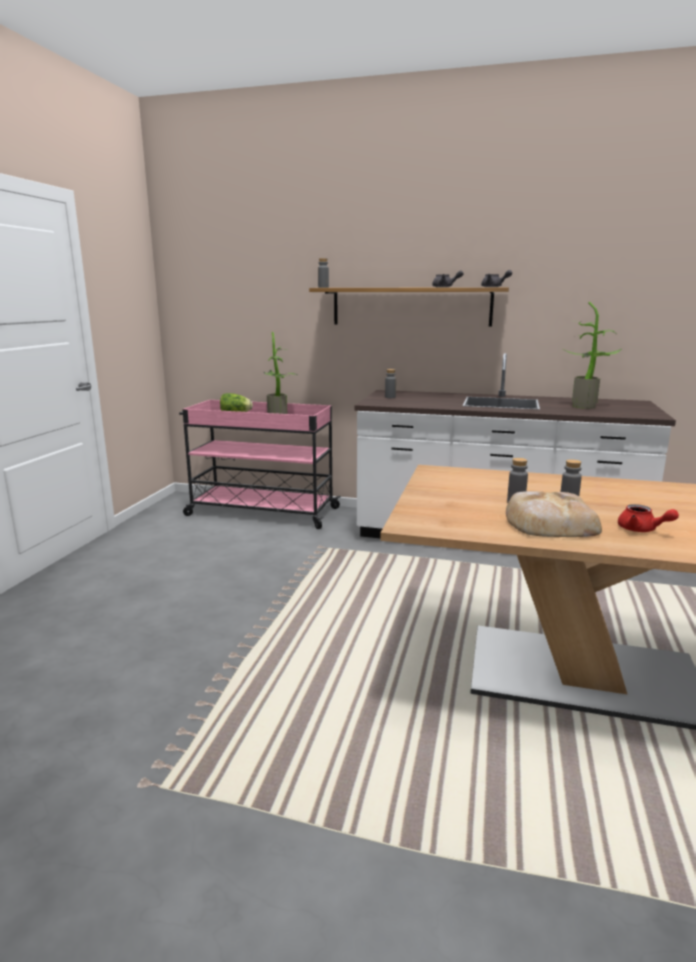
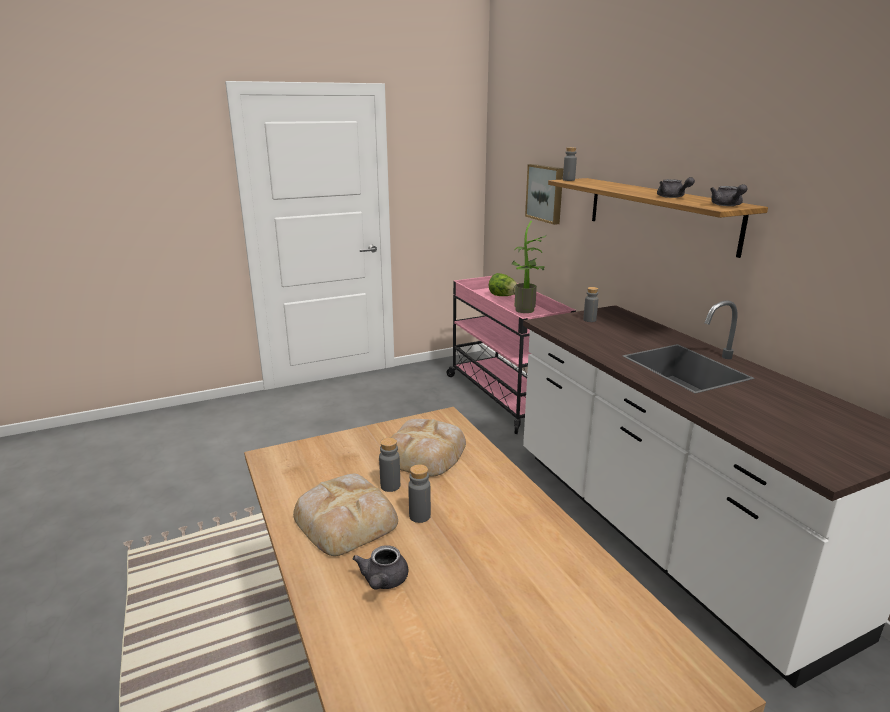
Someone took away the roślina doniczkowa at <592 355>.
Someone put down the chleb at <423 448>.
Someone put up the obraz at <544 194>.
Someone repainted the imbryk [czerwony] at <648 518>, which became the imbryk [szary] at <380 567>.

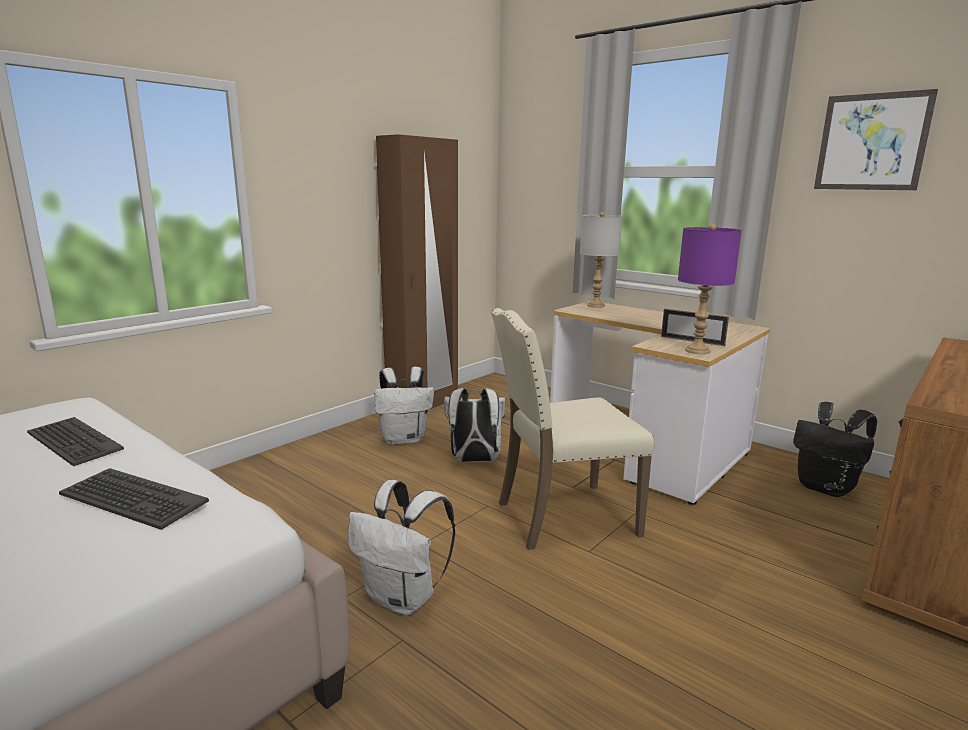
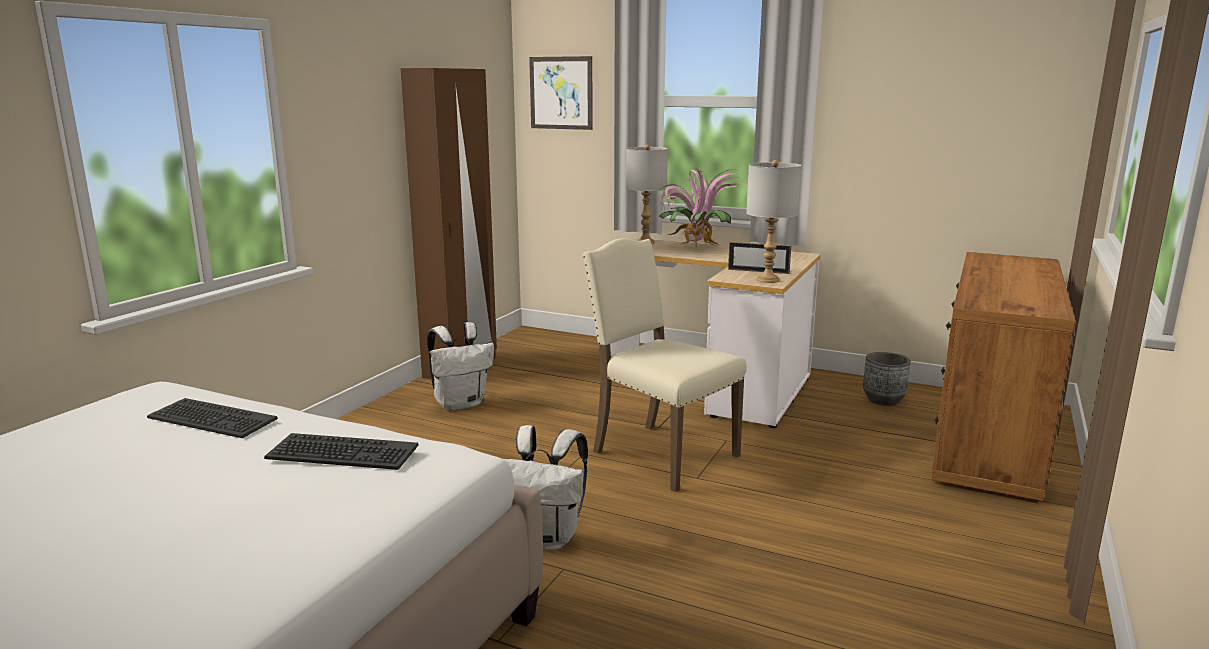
Someone took away the plecak [biały] at <475 425>.
Someone put down the roślina doniczkowa at <698 208>.
Someone carried the obraz from <876 139> to <561 93>.
Someone swapped the plecak [czarny] at <835 449> for the donica [szary] at <887 379>.
Someone repainted the lampa stołowa [fioletowy] at <710 289>, which became the lampa stołowa [szary] at <774 221>.
Someone rotated the krzesło [beżowy] at <573 429> by 75 degrees clockwise.

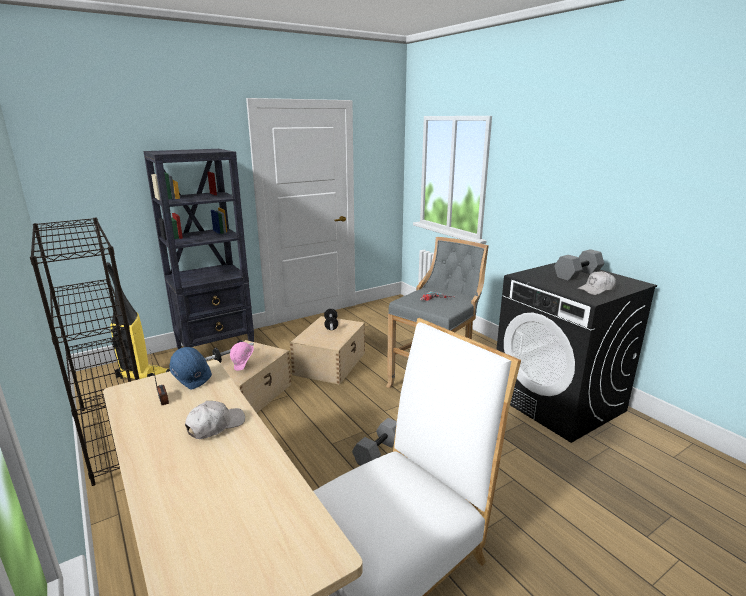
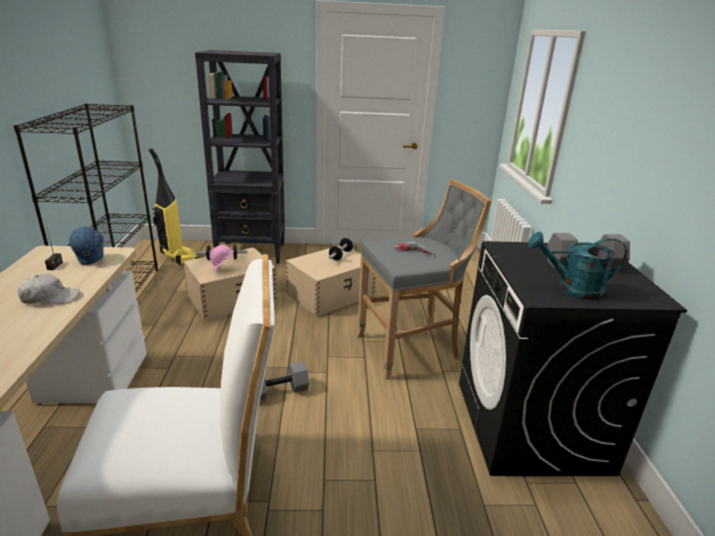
Someone swapped the czapka z daszkiem [biały] at <596 283> for the konewka [turkusowy] at <577 266>.

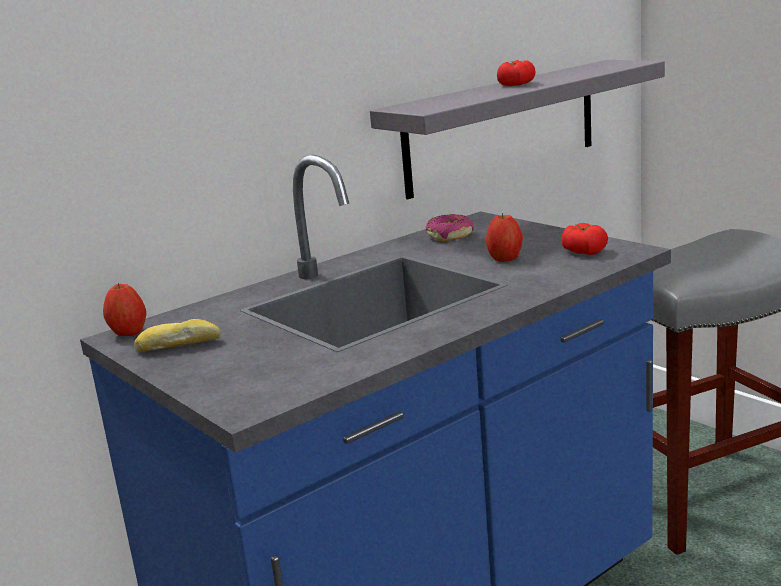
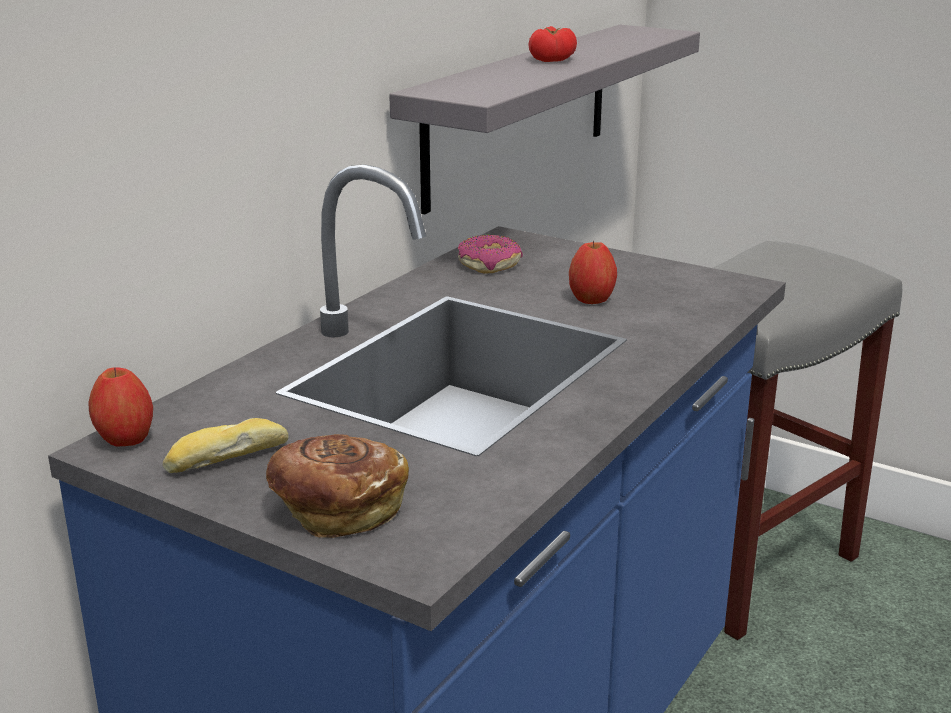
Someone took away the pomidor at <584 239>.
Someone put down the chleb at <337 486>.

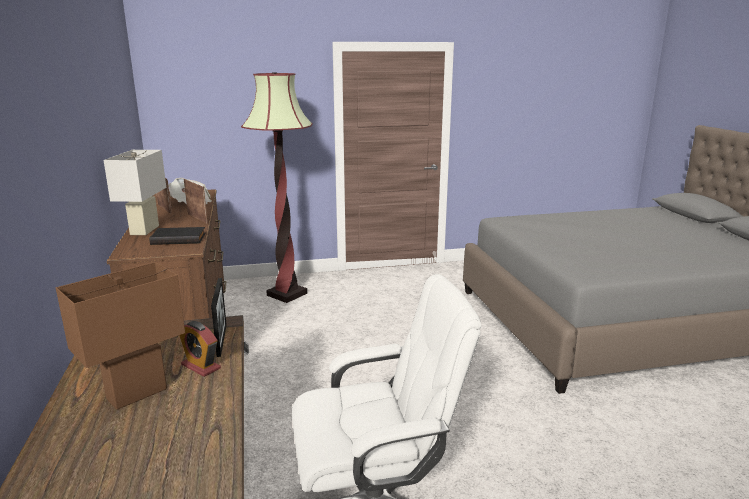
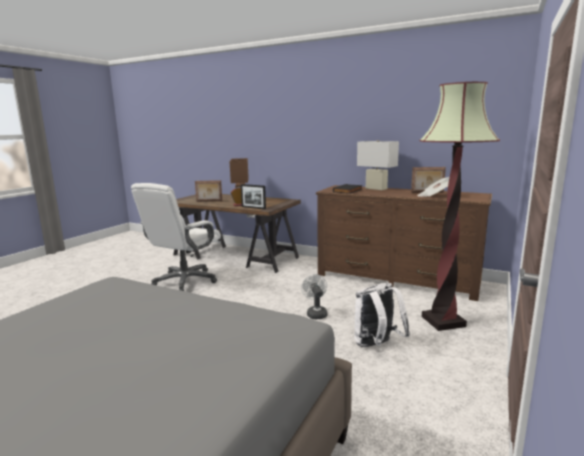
Someone put down the wentylator [biały] at <314 296>.
Someone put down the plecak [biały] at <382 315>.
Someone carried the ramka na zdjęcie from <196 201> to <208 191>.

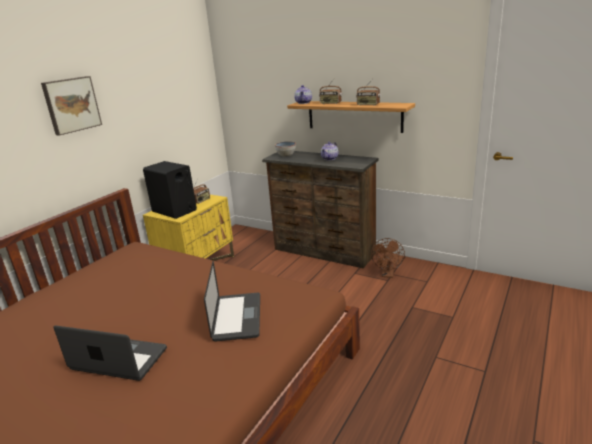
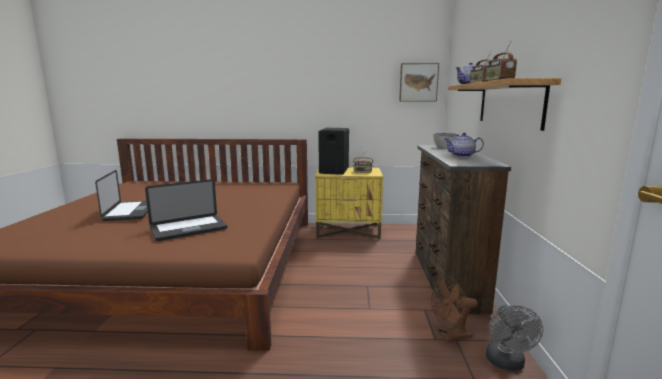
Someone put down the wentylator [szary] at <514 338>.
Someone carried the obraz from <71 106> to <419 82>.

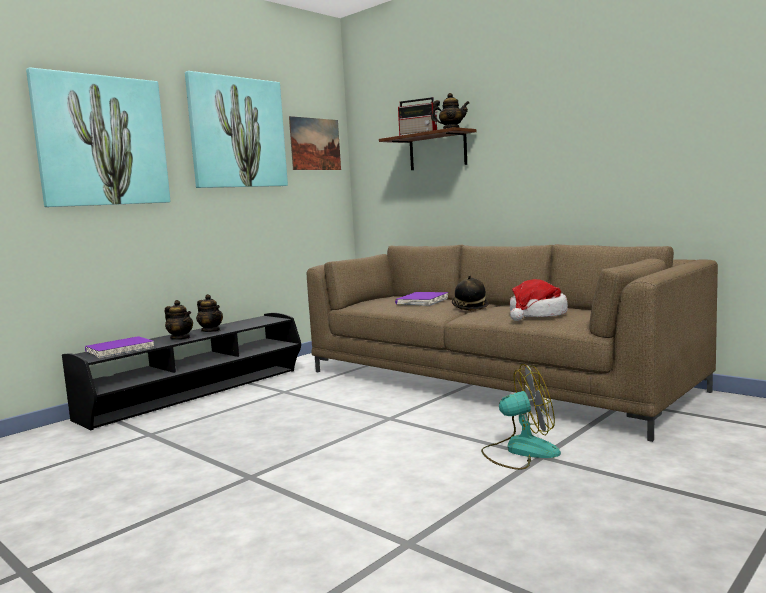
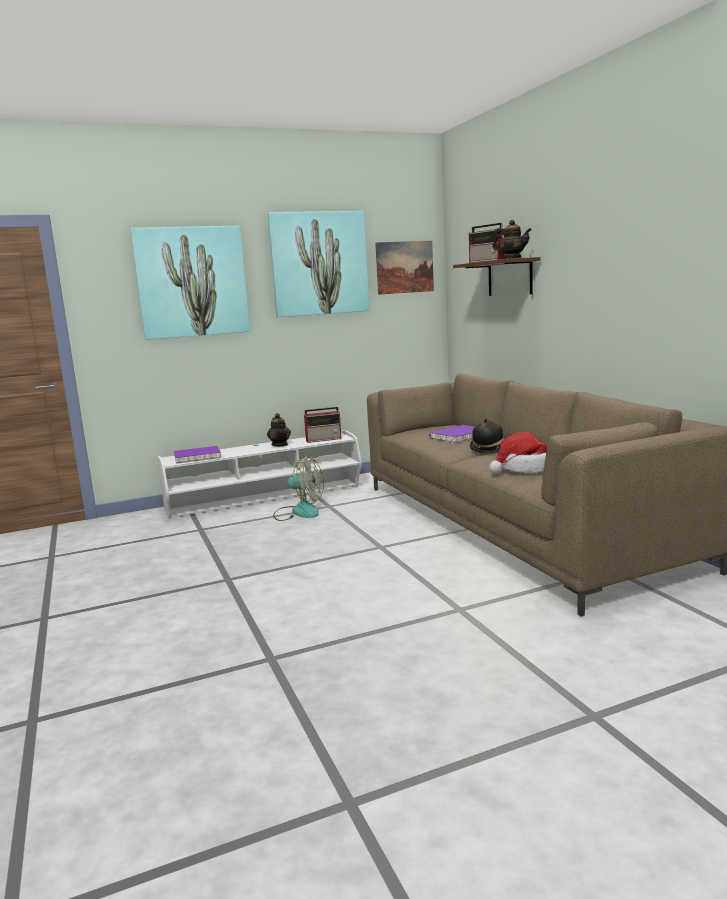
Someone took away the imbryk at <179 320>.
Someone put down the radio at <322 425>.
Someone carried the wentylator from <521 417> to <298 488>.
Someone repainted the szafka pod telewizor [czarny] at <181 371>, which became the szafka pod telewizor [biały] at <259 474>.

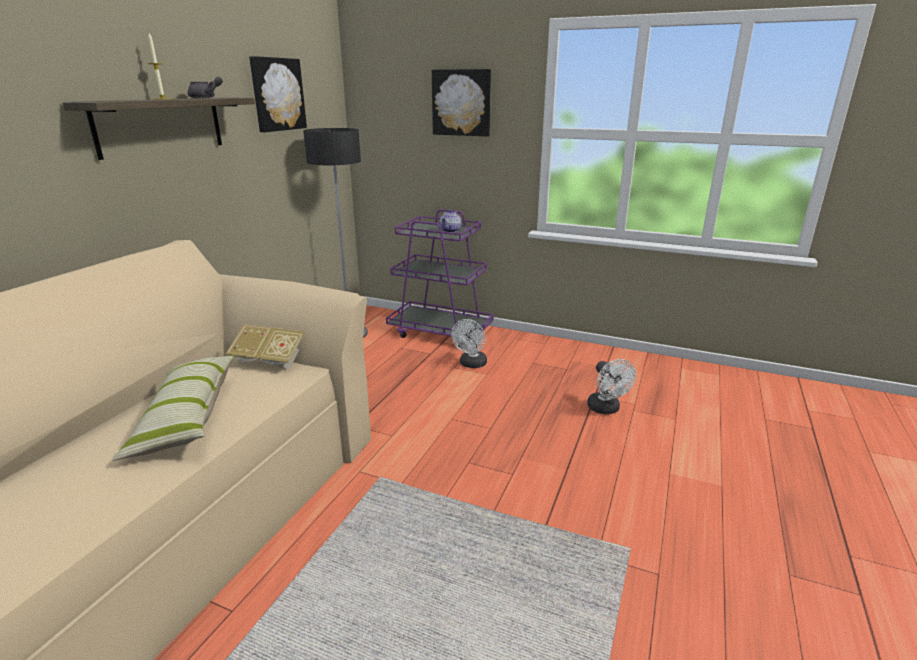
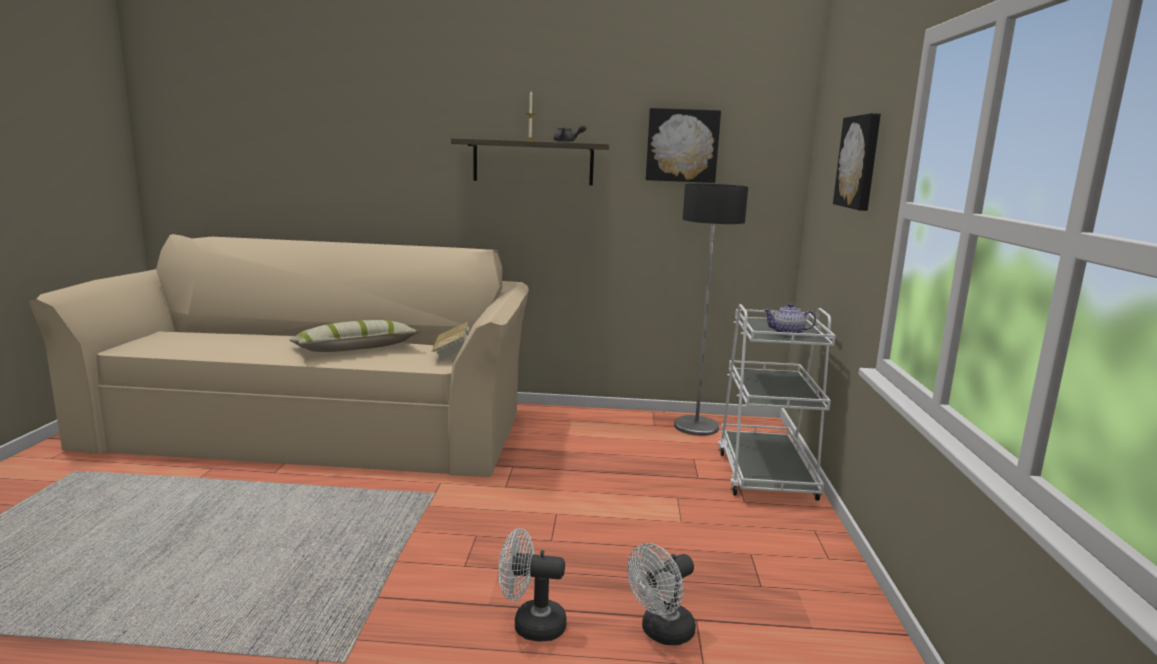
Someone carried the wentylator [biały] from <469 343> to <532 585>.
Someone repainted the wózek [fioletowy] at <440 279>, which became the wózek [biały] at <777 402>.

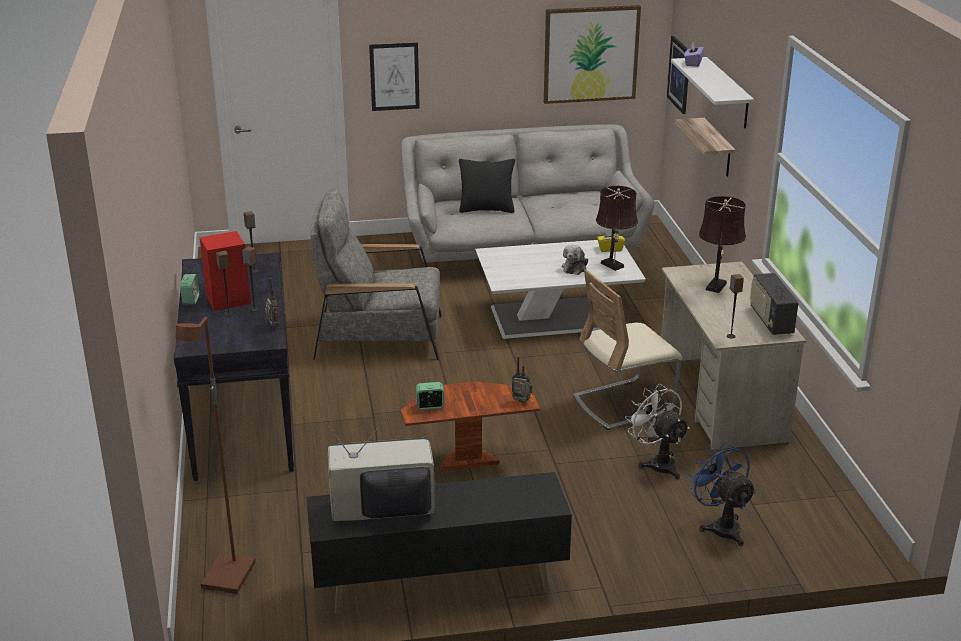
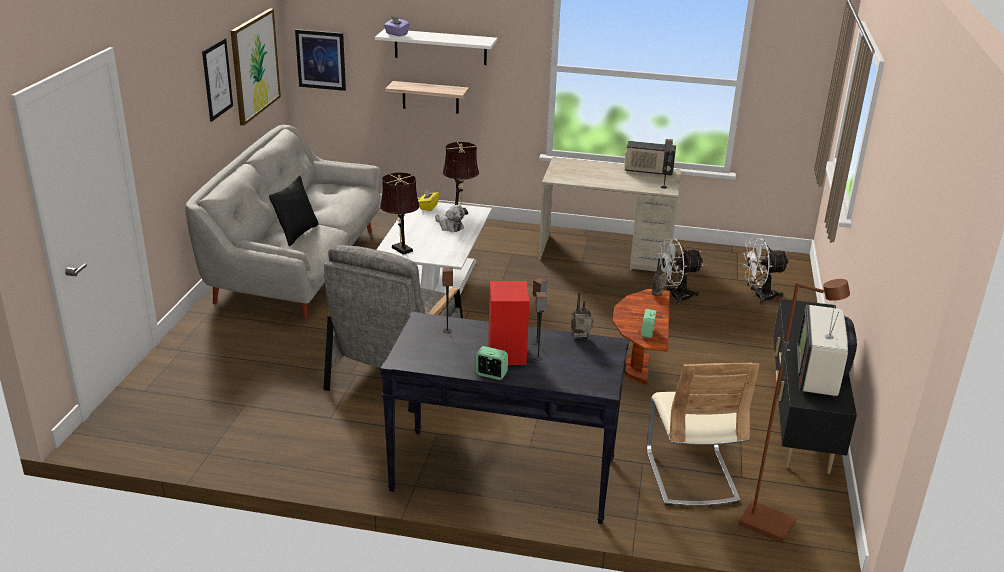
Someone carried the obraz from <394 76> to <217 80>.
Someone carried the krzesło [beżowy] from <627 349> to <703 434>.
Someone carried the lampa stołowa [brązowy] from <722 244> to <400 213>.
Someone repainted the wentylator [niebieski] at <721 494>, which became the wentylator [biały] at <765 271>.

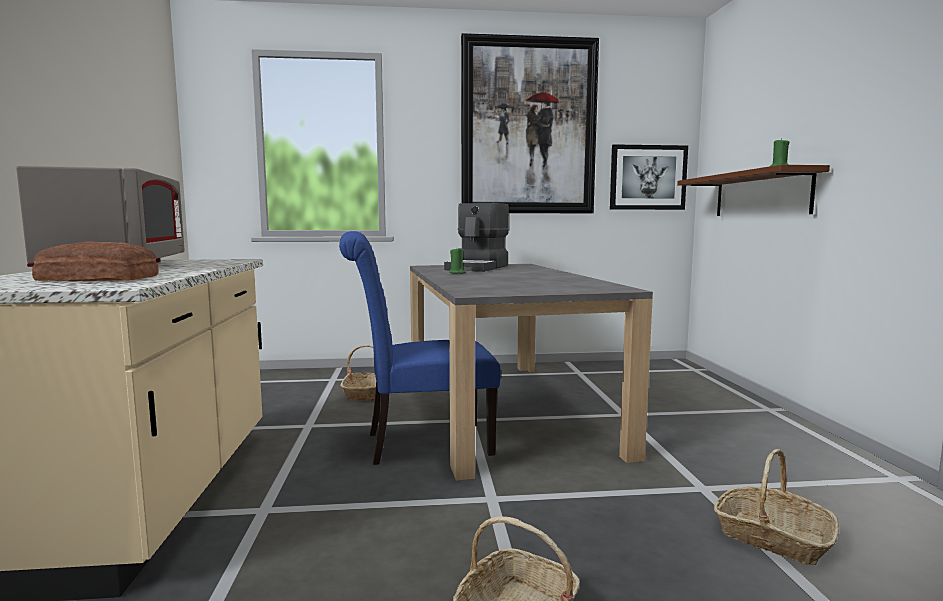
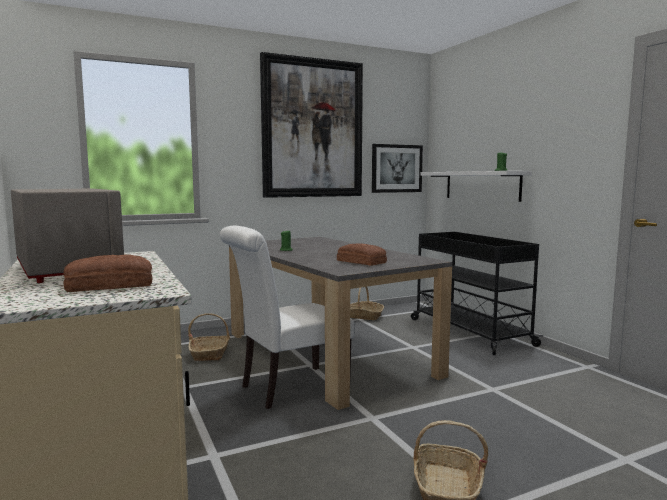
Someone took away the ekspres do kawy at <476 237>.
Someone put down the chleb at <362 254>.
Someone put down the wózek [czarny] at <477 293>.
Someone carried the koszyk from <776 507> to <367 303>.
Someone repainted the krzesło [niebieski] at <420 348>, which became the krzesło [biały] at <287 317>.
Someone repainted the półka [brązowy] at <753 190>, which became the półka [biały] at <476 186>.

